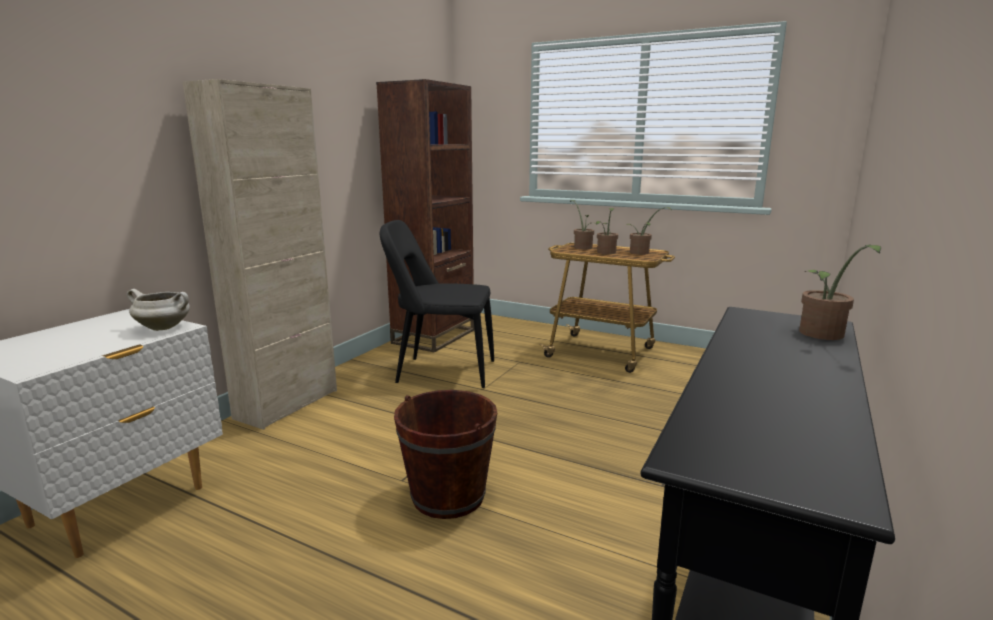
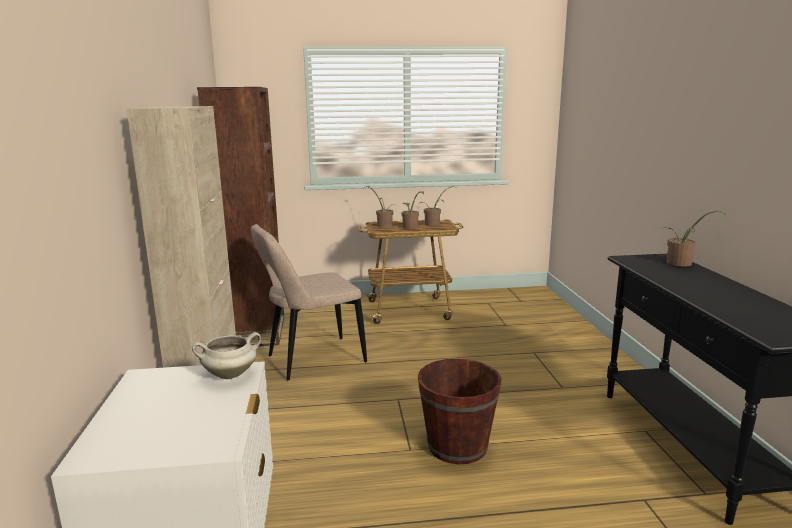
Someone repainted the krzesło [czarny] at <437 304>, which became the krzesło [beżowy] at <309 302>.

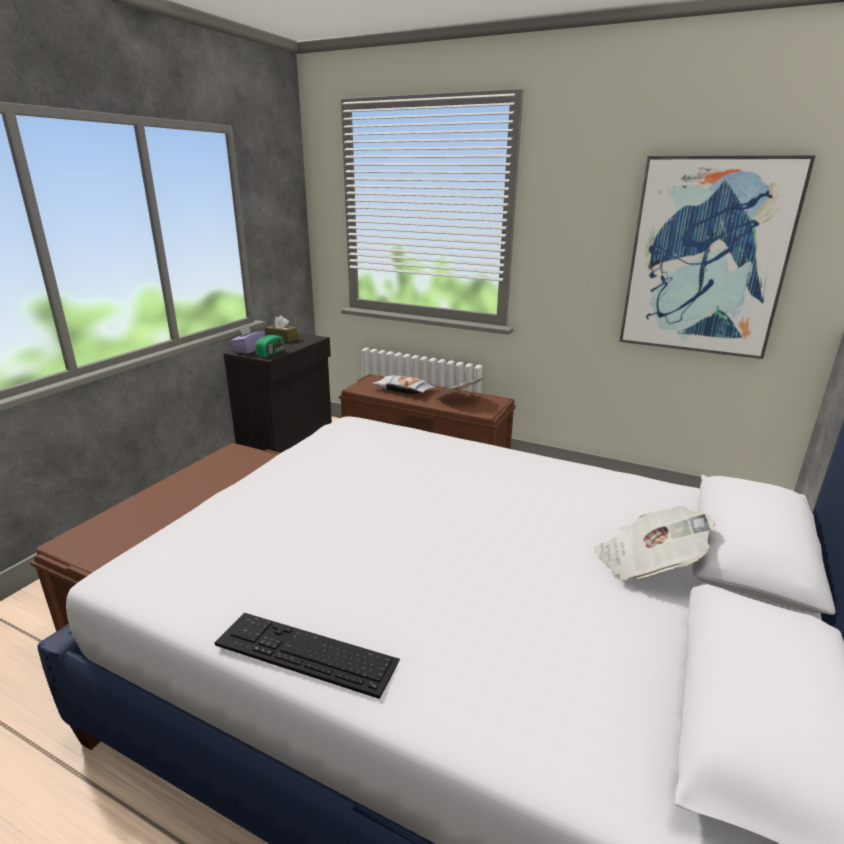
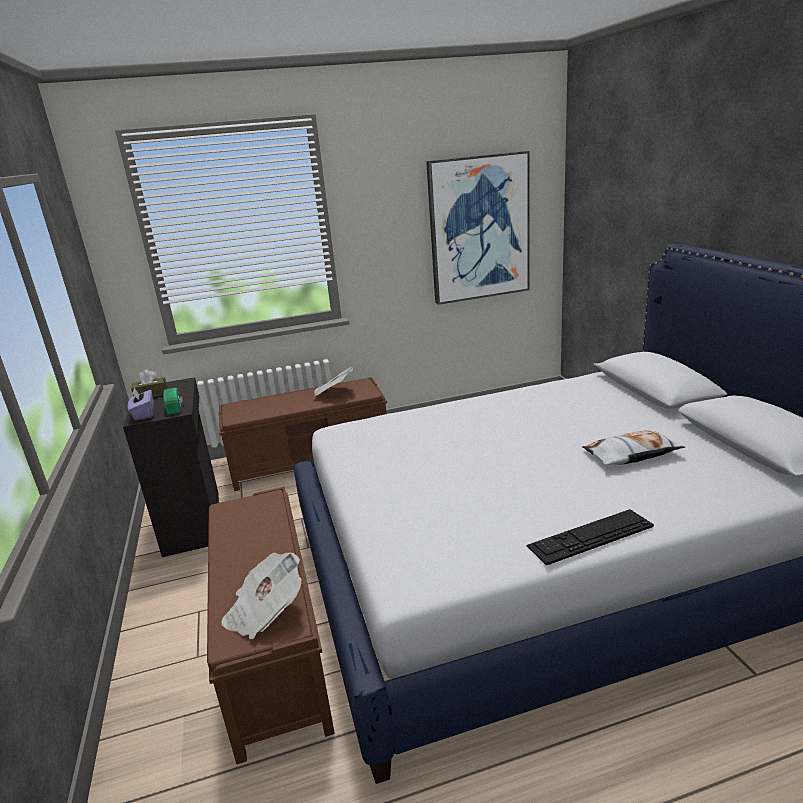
Someone carried the poduszka from <404 384> to <633 447>.
Someone carried the gazeta from <654 543> to <261 596>.

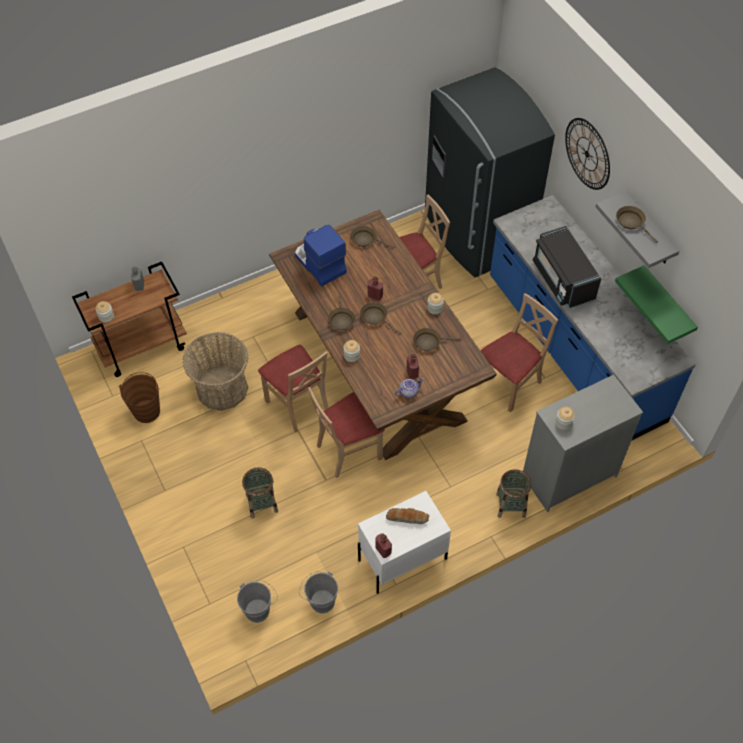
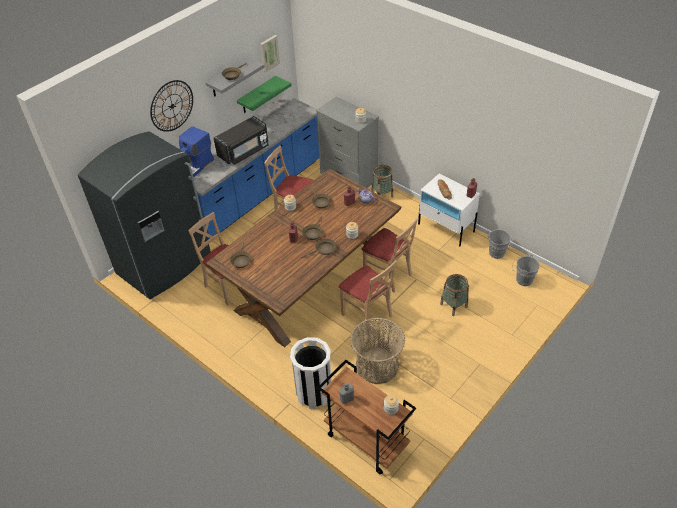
Someone took away the wiadro [brązowy] at <139 397>.
Someone put up the obraz at <270 53>.
Someone put down the kosz na śmieci [biały] at <311 373>.
Someone carried the ekspres do kawy from <321 255> to <196 152>.
Someone rotated the krzesło [beżowy] at <293 389> by 105 degrees clockwise.

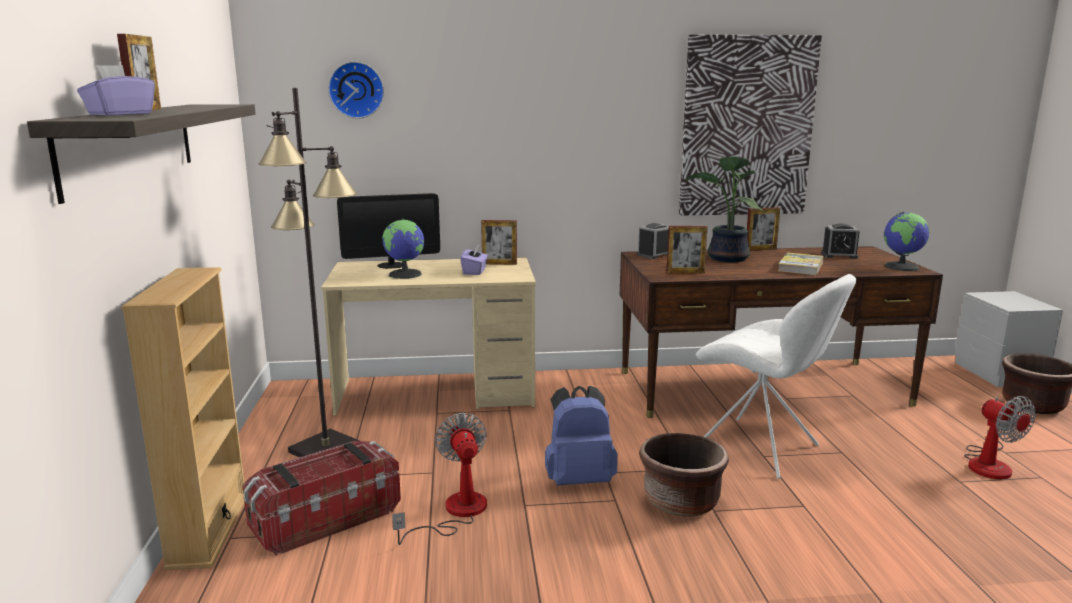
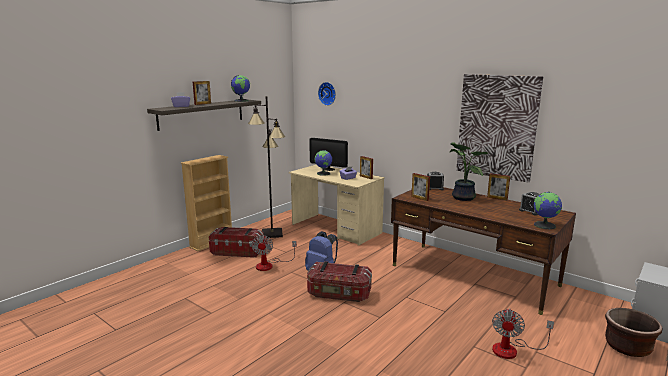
Someone took away the krzesło [biały] at <776 376>.
Someone took away the książka at <801 264>.
Someone put down the globus at <240 88>.
Someone swapped the donica [brązowy] at <684 474> for the pojemnik do przechowywania at <339 281>.
Someone rotated the wentylator at <439 479> by 150 degrees clockwise.

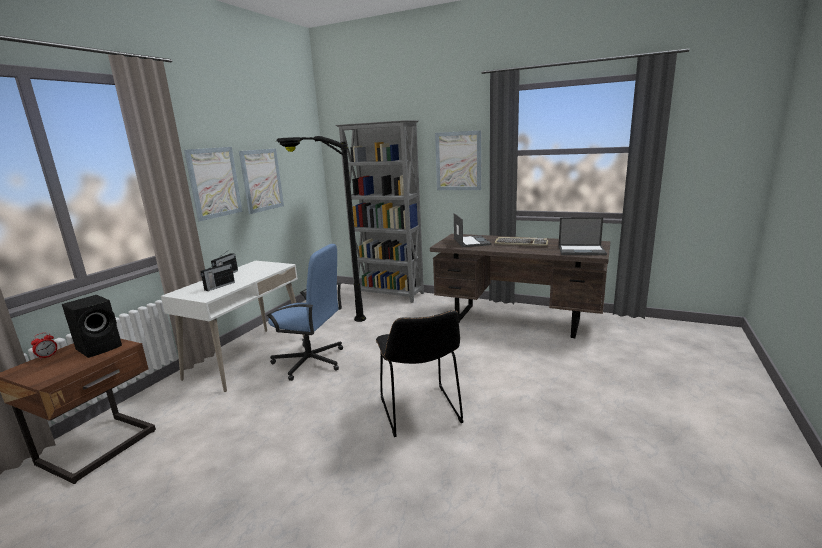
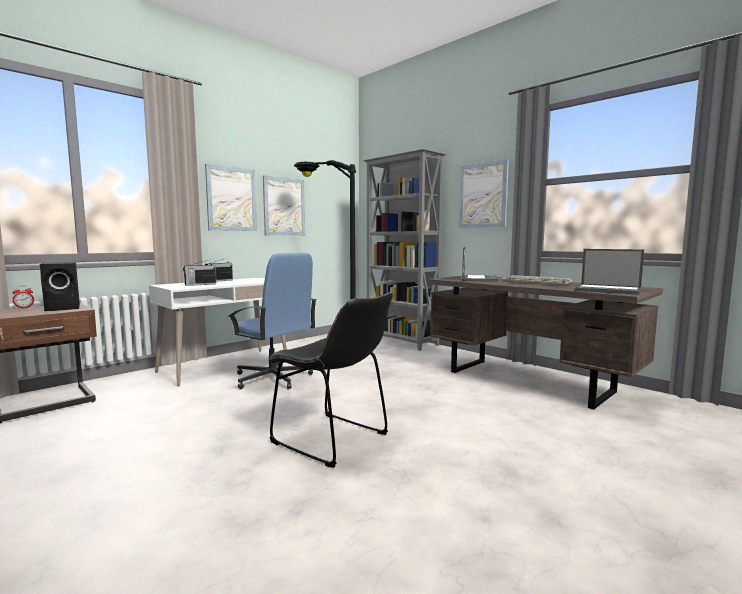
Someone rotated the krzesło [czarny] at <419 373> by 60 degrees counterclockwise.

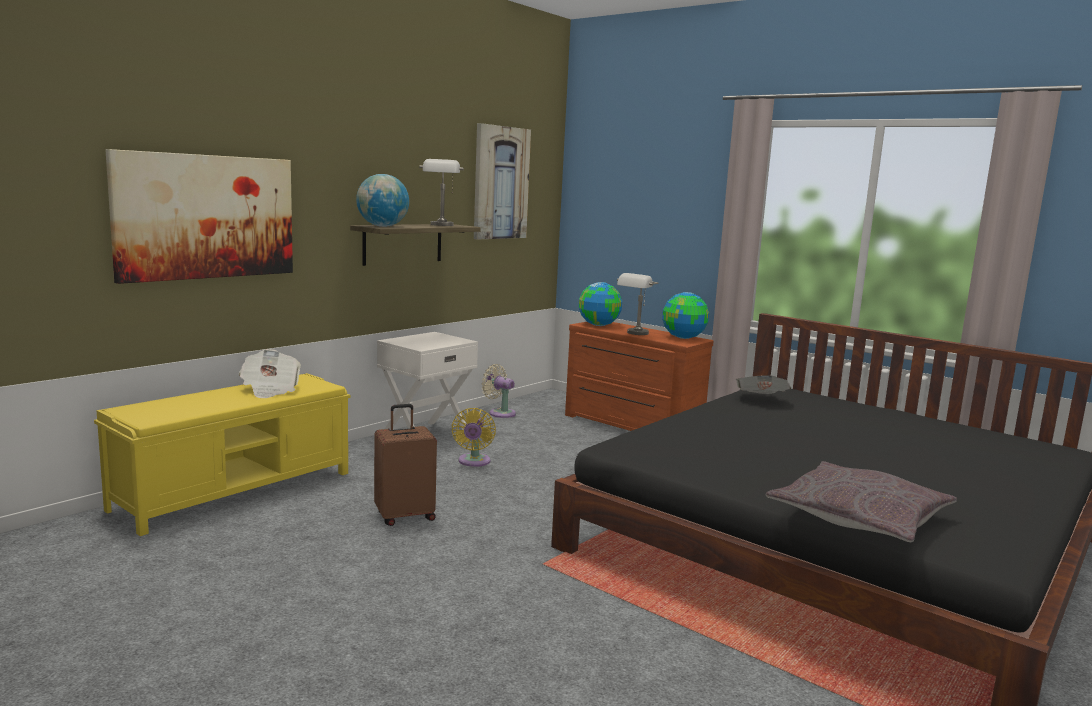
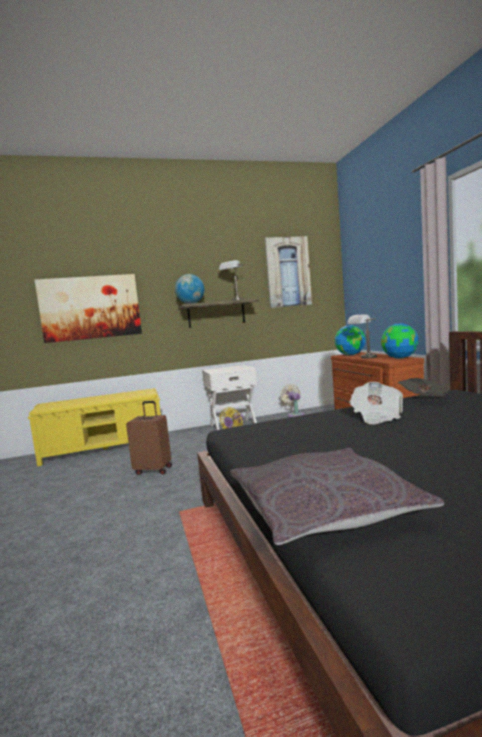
Someone carried the gazeta from <270 373> to <376 403>.

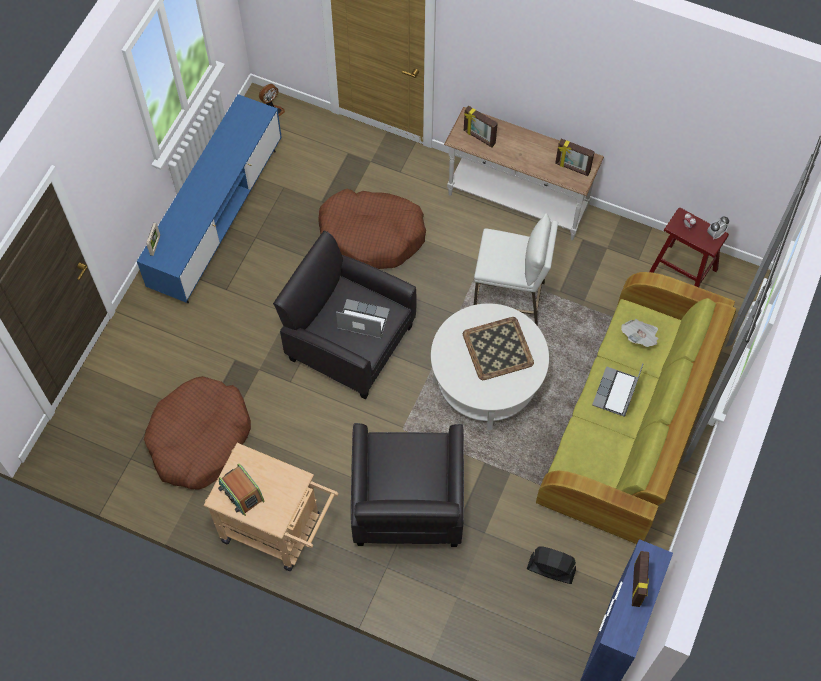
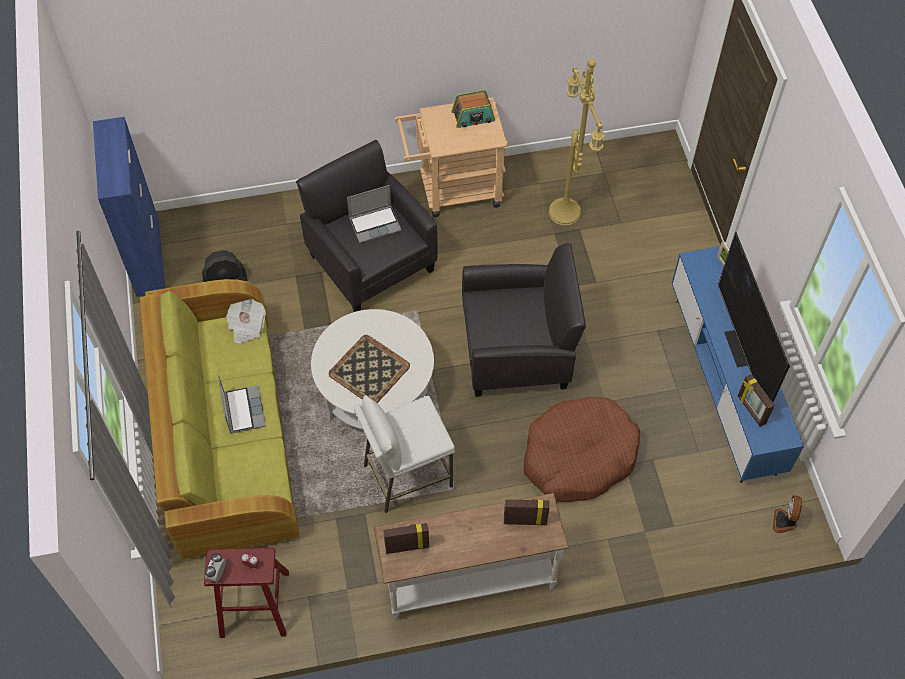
Someone put down the telewizor at <754 317>.
Someone carried the laptop from <363 319> to <374 214>.
Someone carried the gazeta from <640 333> to <246 321>.
Someone carried the ramka na zdjęcie from <640 579> to <756 400>.
Someone swapped the legowisko [brązowy] at <197 432> for the lampa stojąca [żółty] at <577 142>.
Someone rotated the radio at <241 490> by 150 degrees clockwise.

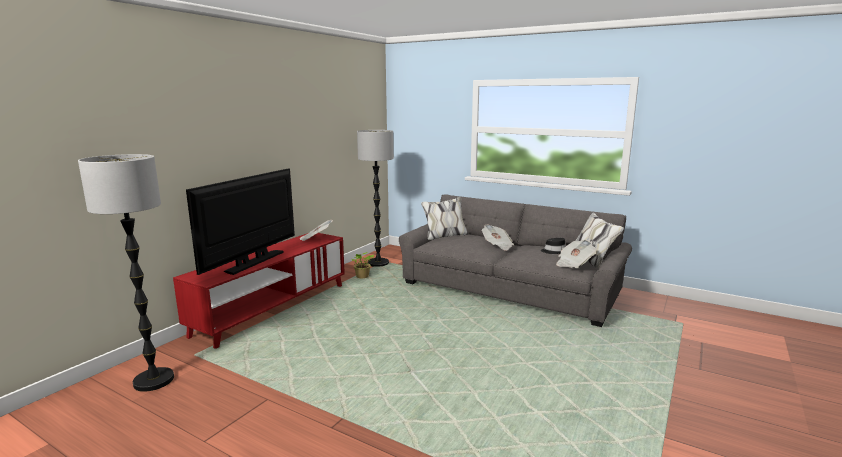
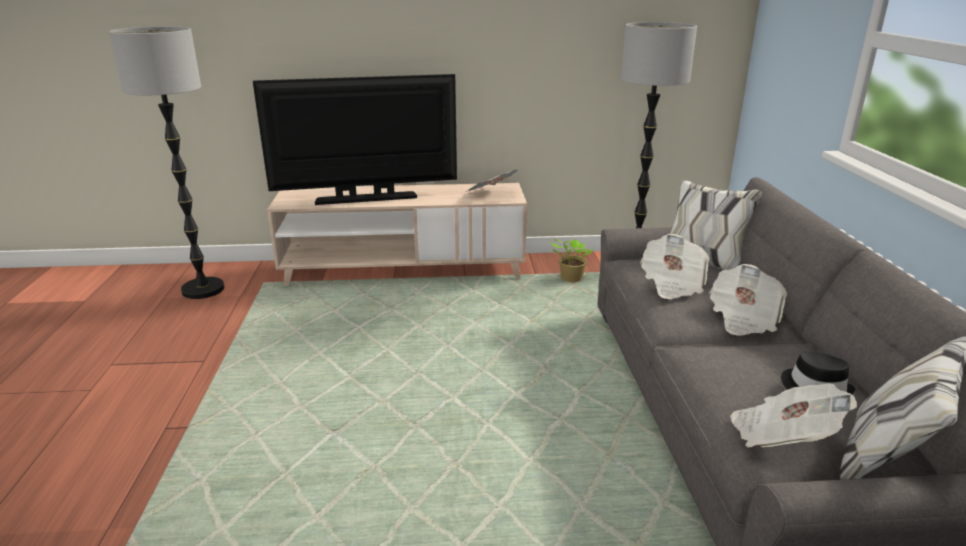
Someone put down the gazeta at <675 266>.
Someone repainted the szafka pod telewizor [czerwony] at <259 291>, which became the szafka pod telewizor [beżowy] at <397 234>.

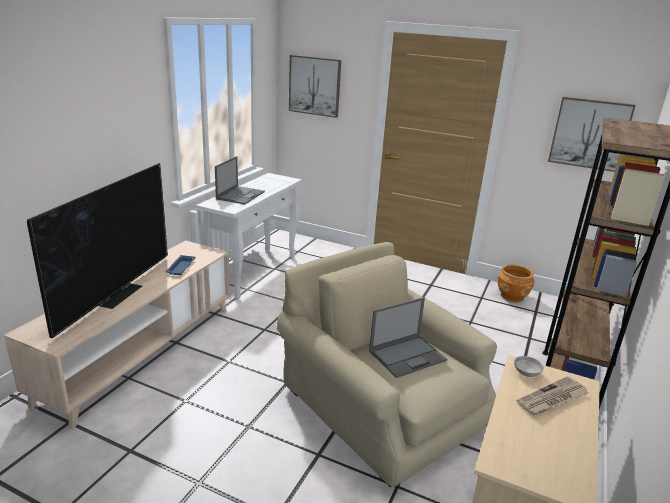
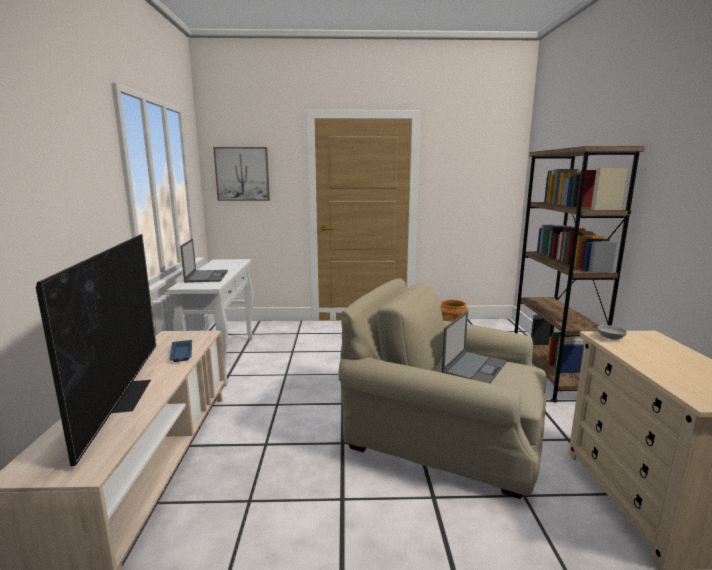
Someone took away the gazeta at <552 395>.
Someone took away the obraz at <592 134>.

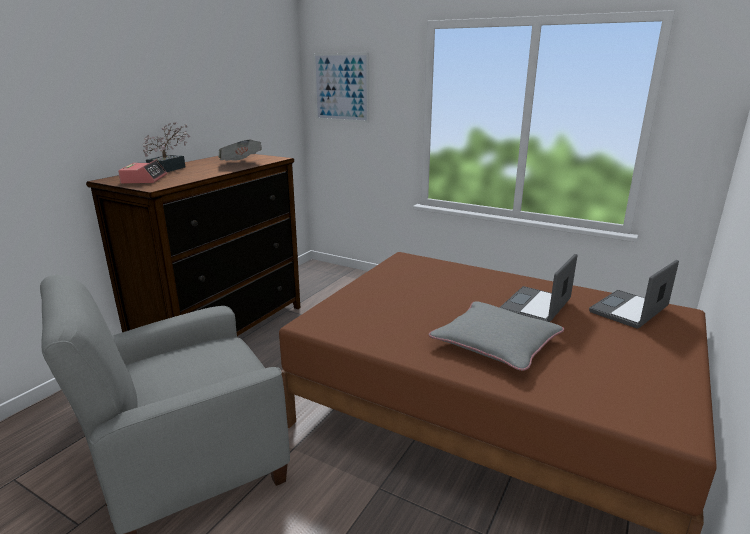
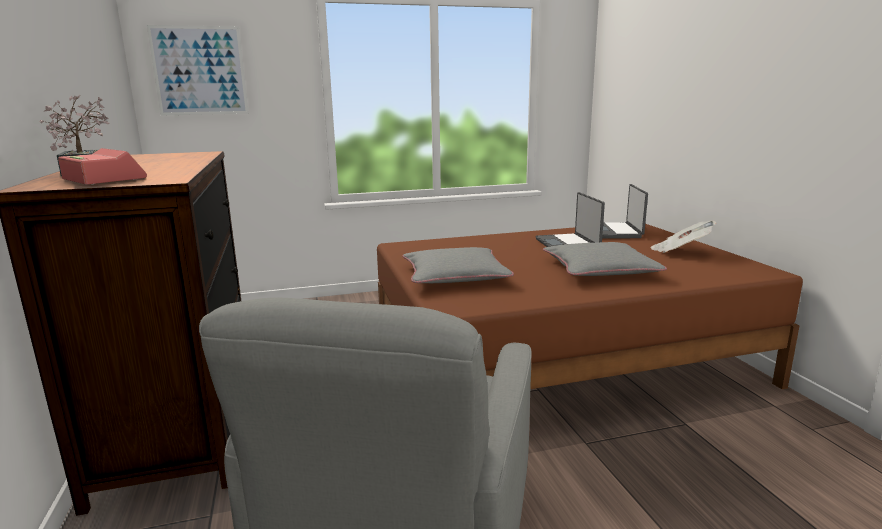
Someone put down the poduszka [szary] at <458 265>.
Someone carried the gazeta from <240 150> to <684 237>.

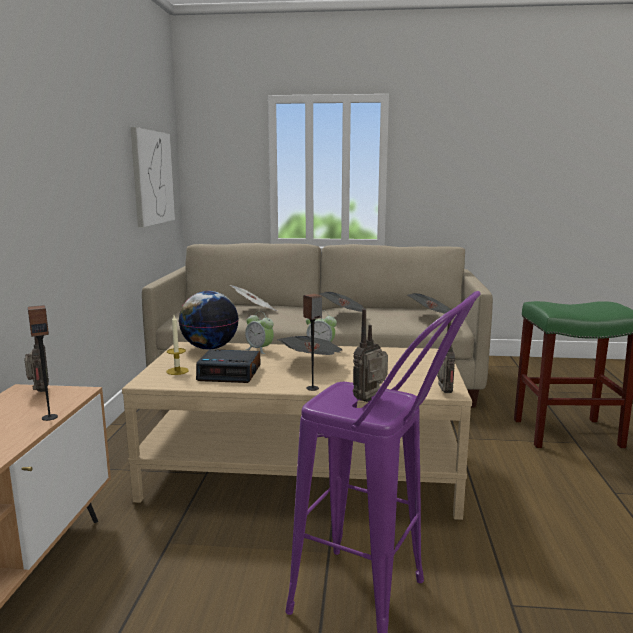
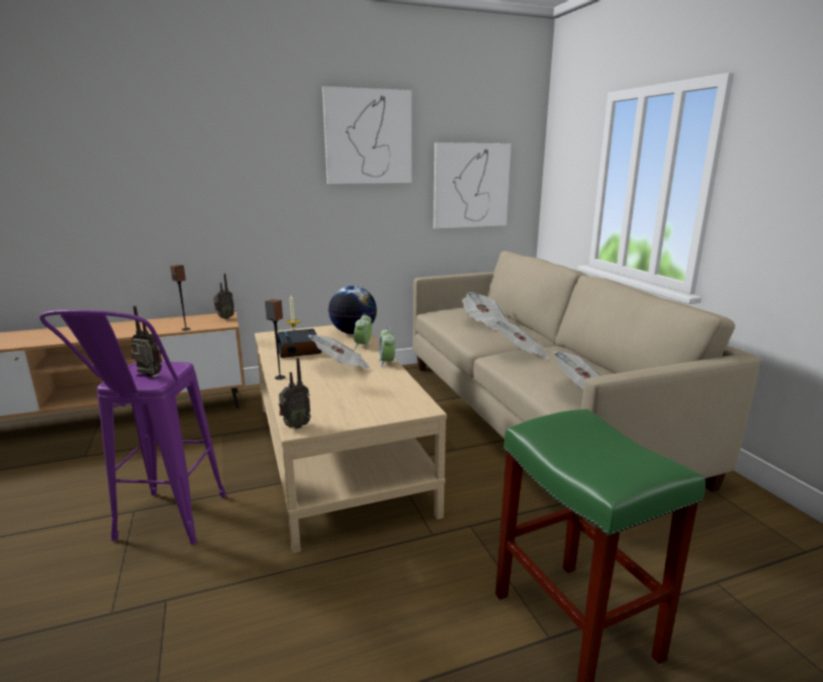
Someone put up the obraz at <367 135>.

